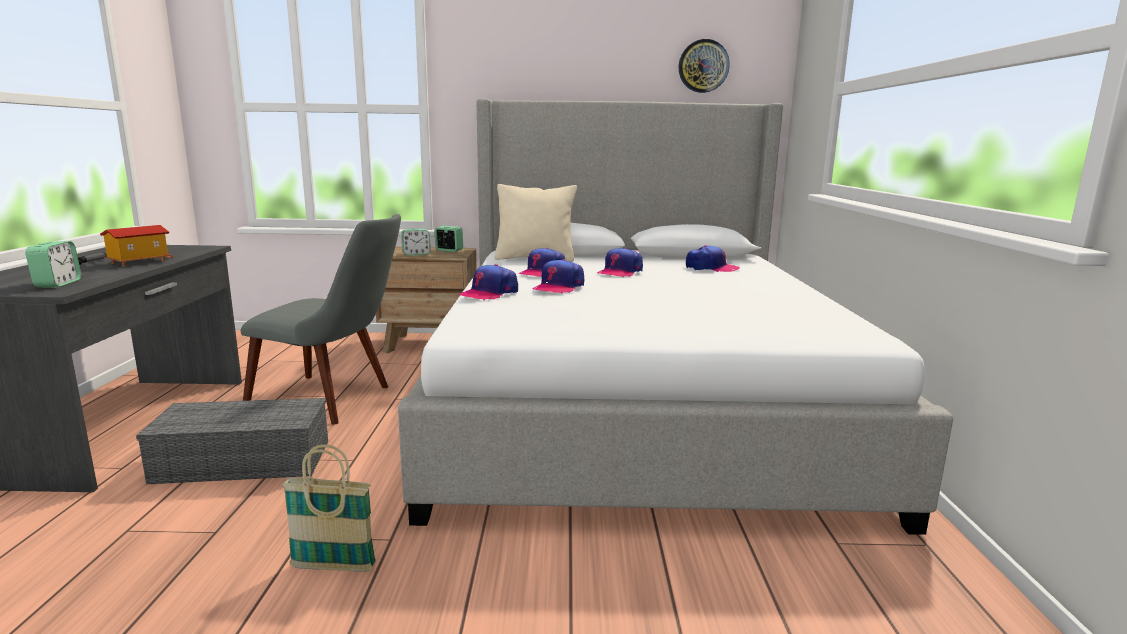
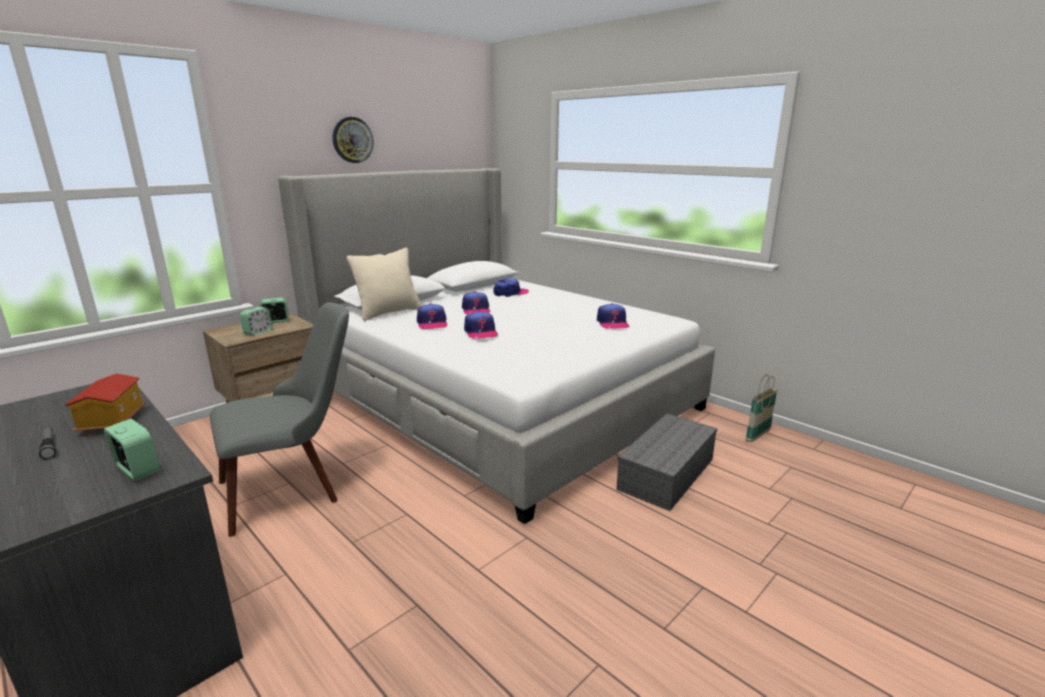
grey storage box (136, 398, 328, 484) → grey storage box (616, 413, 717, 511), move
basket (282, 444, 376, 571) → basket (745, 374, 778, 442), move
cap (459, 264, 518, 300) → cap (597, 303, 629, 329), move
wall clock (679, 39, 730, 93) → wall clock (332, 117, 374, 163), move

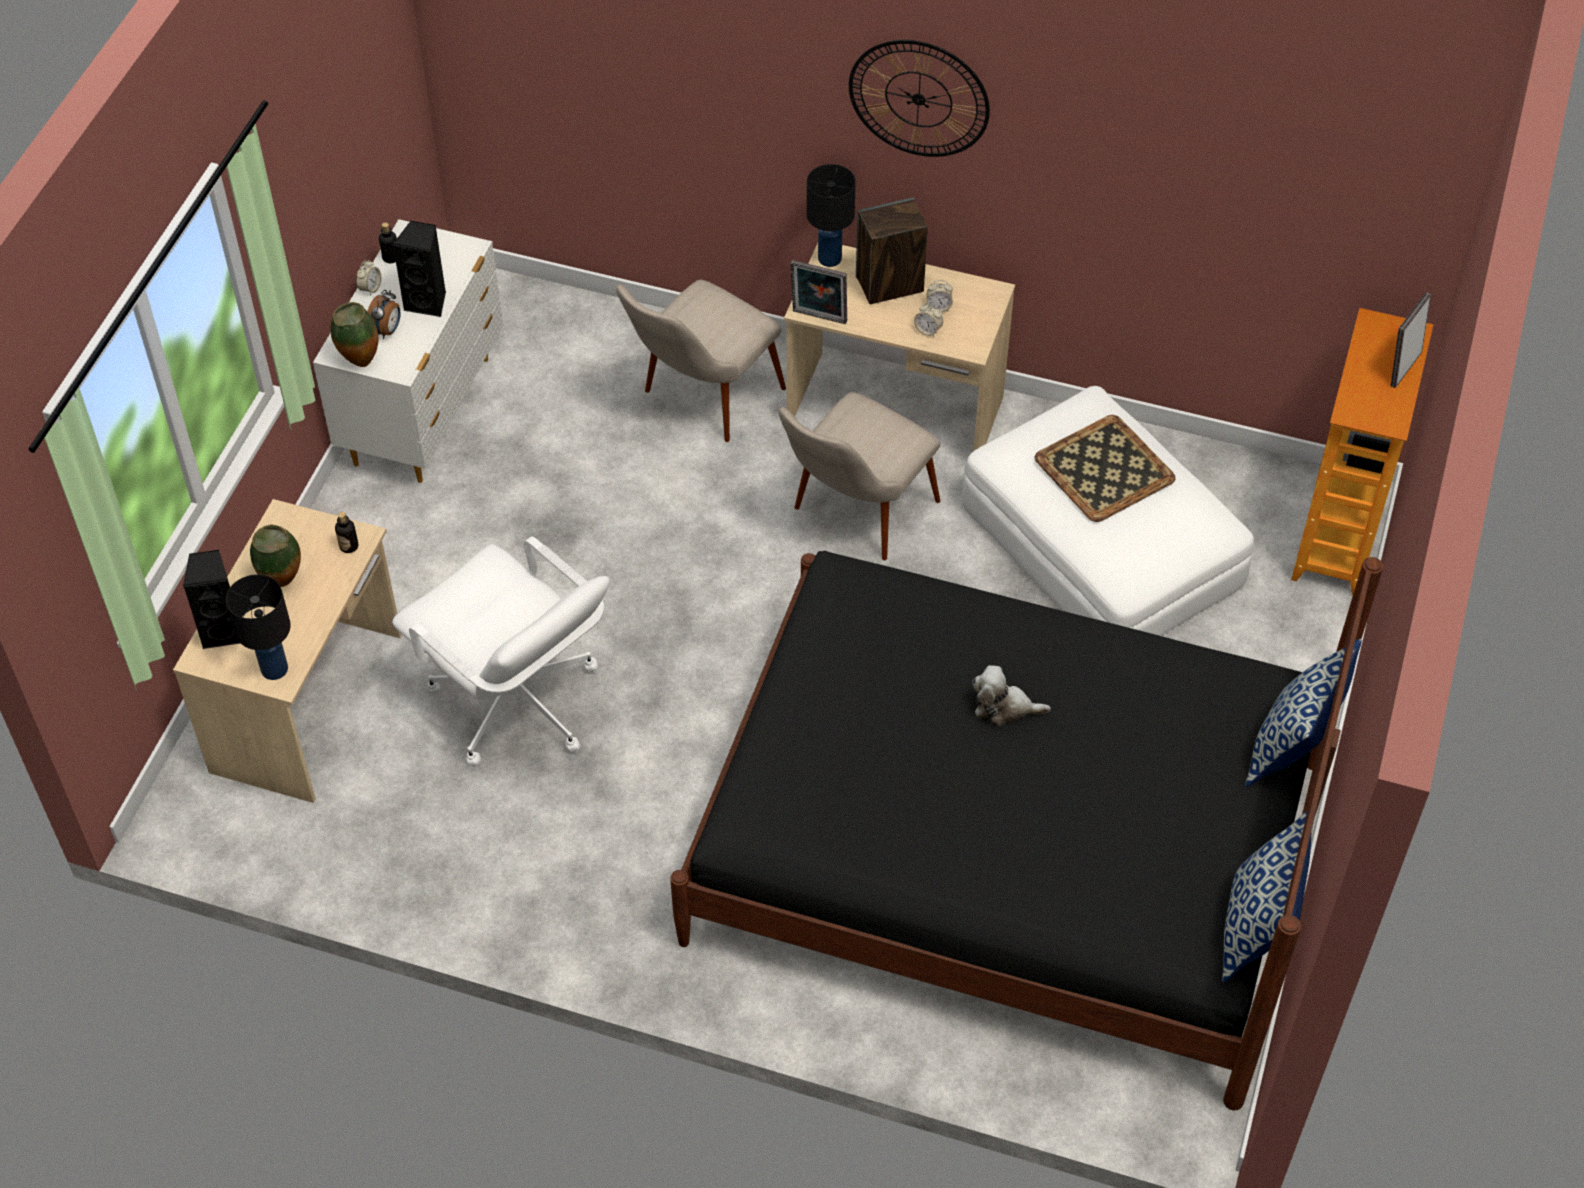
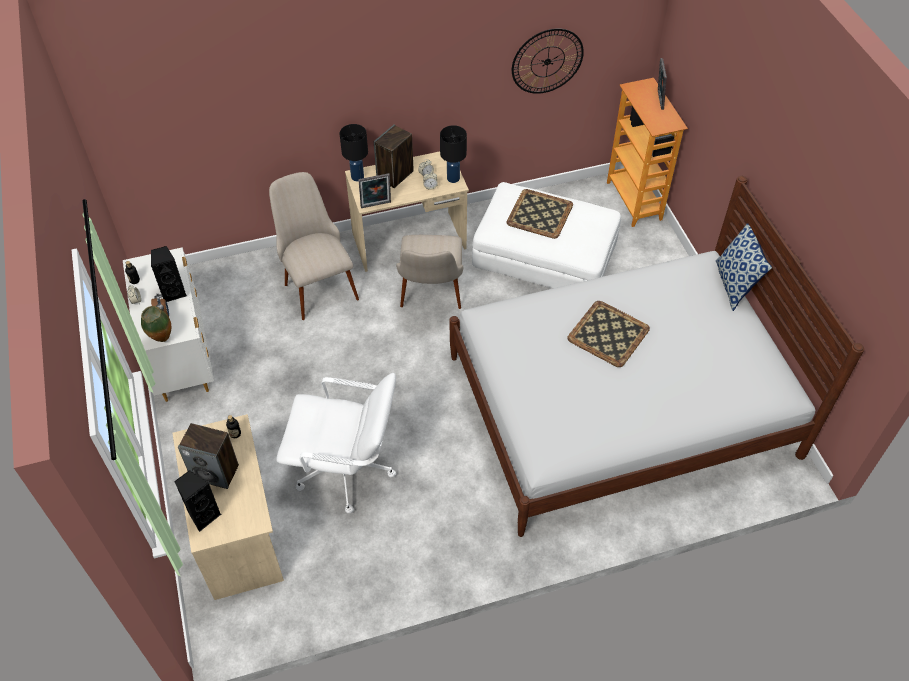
black table lamp (226, 574, 291, 680) → black table lamp (440, 125, 467, 183), move
vase (250, 525, 301, 587) → speaker (178, 423, 239, 489)
beige chair (616, 280, 786, 442) → beige chair (269, 172, 359, 320), 150 degrees clockwise
black bed (670, 551, 1383, 1111) → white bed (450, 176, 864, 537)
wall clock (849, 40, 990, 157) → wall clock (512, 28, 584, 94), move
plush toy (973, 665, 1051, 726) → tray (567, 301, 650, 367)
pillow (1222, 810, 1311, 983) → -

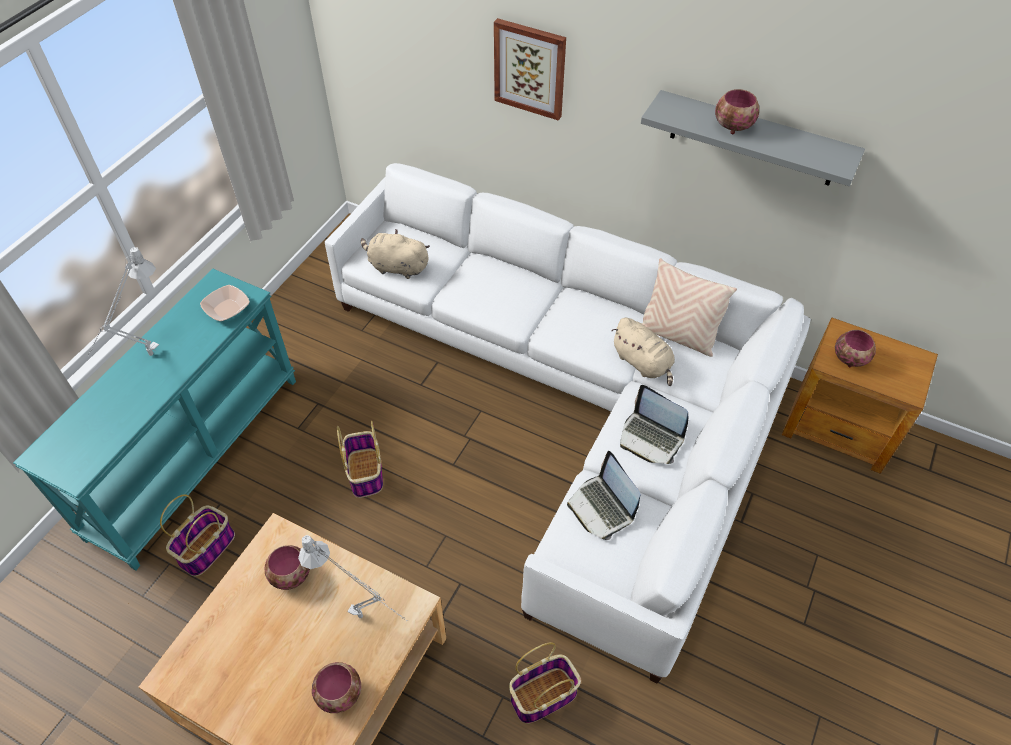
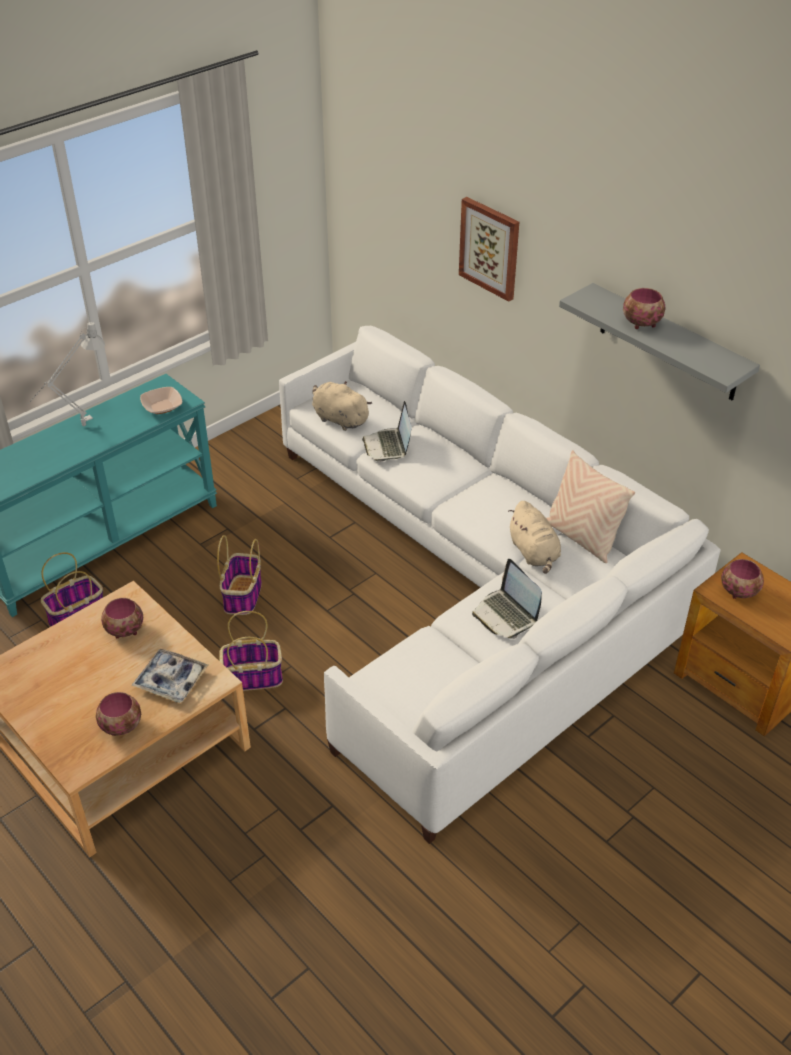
grey table lamp (298, 535, 409, 622) → tray (131, 648, 209, 703)
basket (509, 642, 581, 724) → basket (219, 611, 283, 691), move
laptop (567, 451, 640, 540) → laptop (362, 401, 412, 462), move

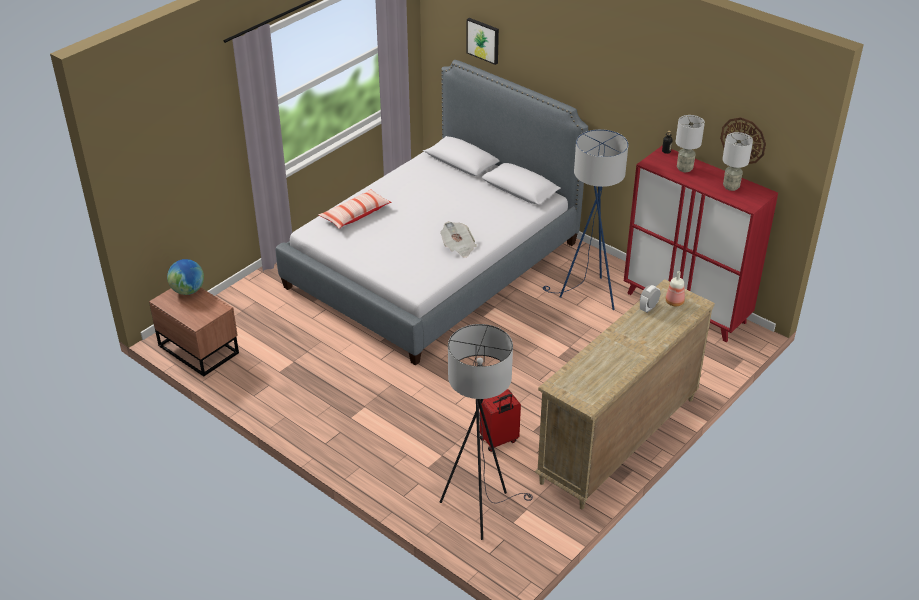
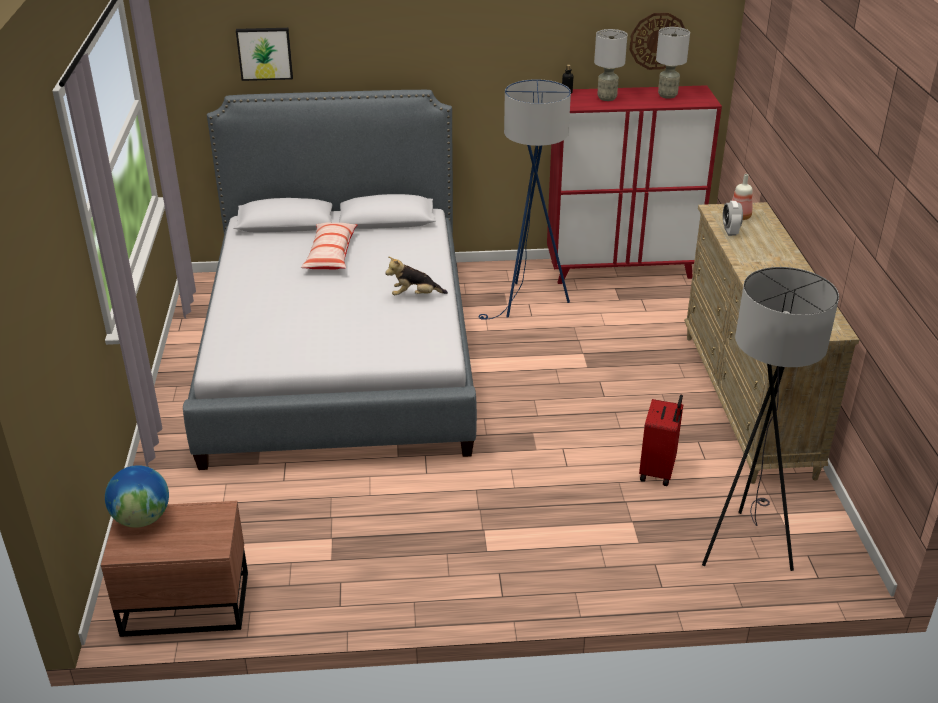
pillow (319, 189, 391, 229) → pillow (301, 223, 357, 270), move
newspaper (440, 221, 477, 258) → plush toy (385, 256, 448, 295)

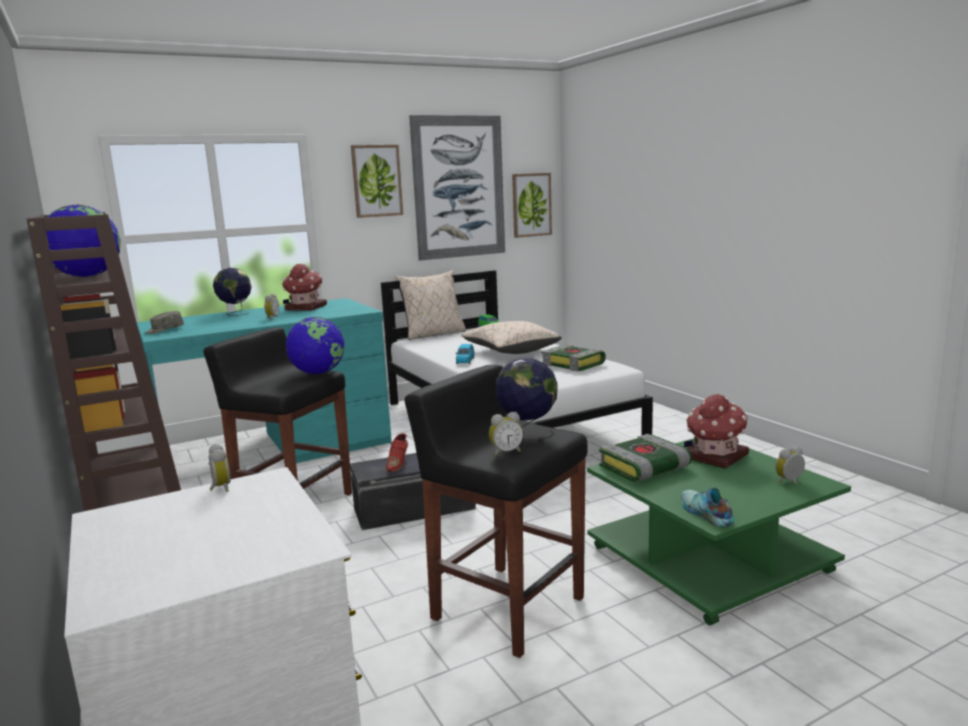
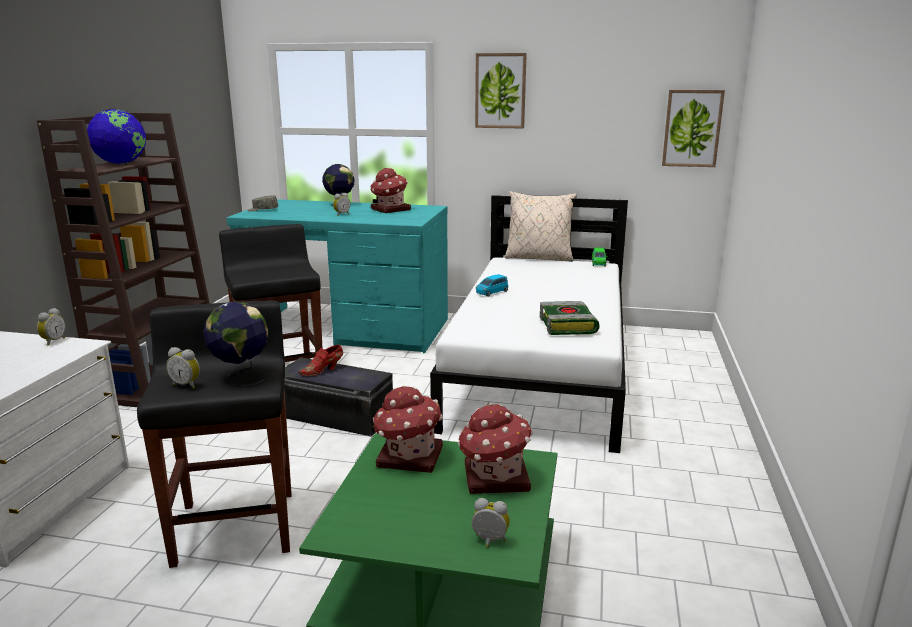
globe (286, 317, 344, 374) → -
picture (409, 115, 505, 261) → -
beige pillow (461, 321, 562, 354) → -
book (599, 434, 692, 482) → toy house (373, 385, 443, 473)
shoe (681, 487, 734, 527) → -

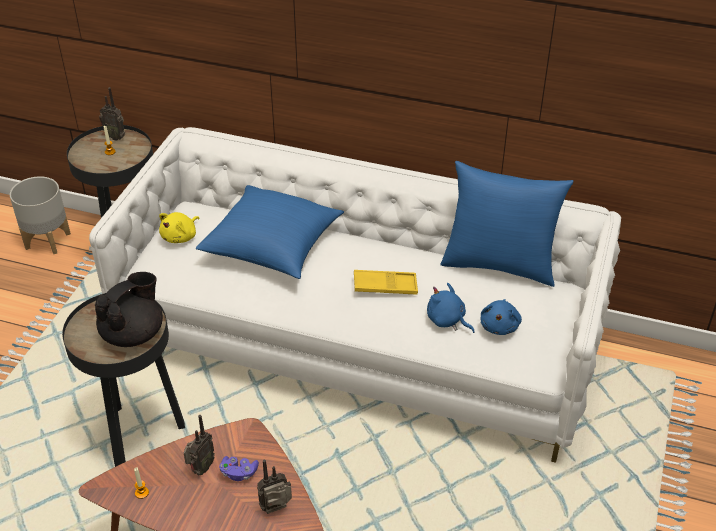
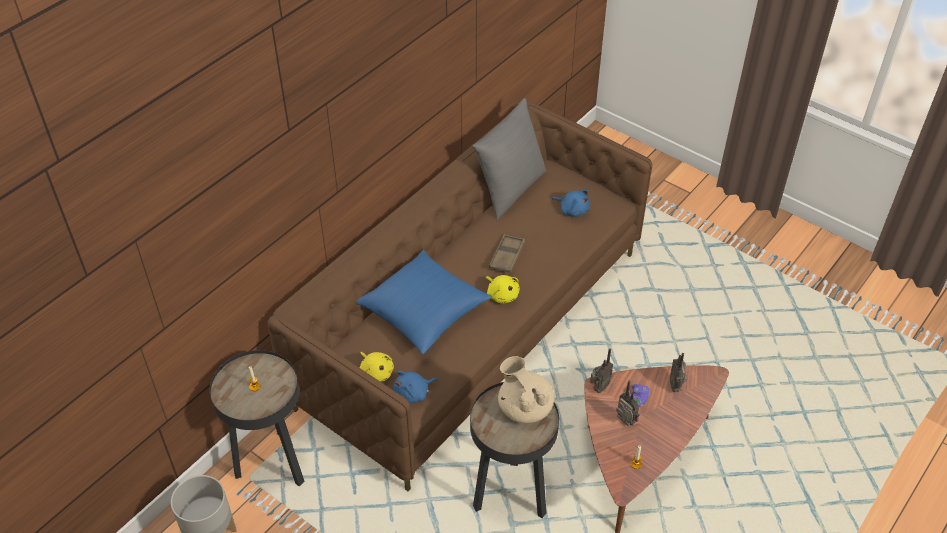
white sofa (89, 127, 621, 463) → brown sofa (267, 102, 652, 491)
black teapot (95, 272, 163, 347) → beige teapot (498, 356, 554, 423)
radio (99, 87, 125, 141) → radio (590, 349, 613, 393), move
yellow tray (354, 270, 418, 295) → brown tray (489, 234, 525, 273)
blue plush toy (427, 283, 475, 333) → blue plush toy (394, 371, 438, 403), move
blue pillow (440, 161, 573, 287) → grey pillow (472, 98, 546, 220)
- → yellow plush toy (486, 275, 520, 304)

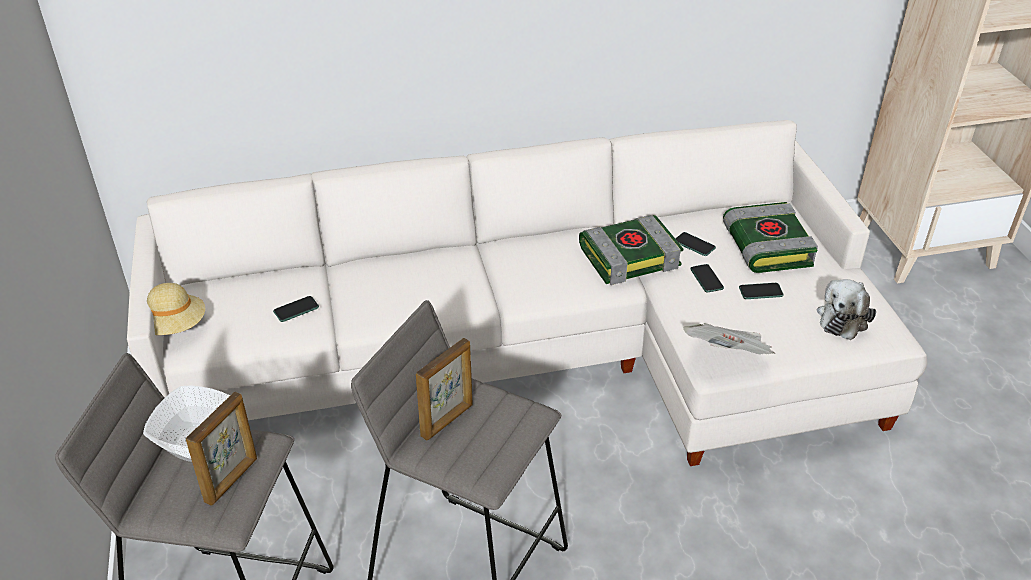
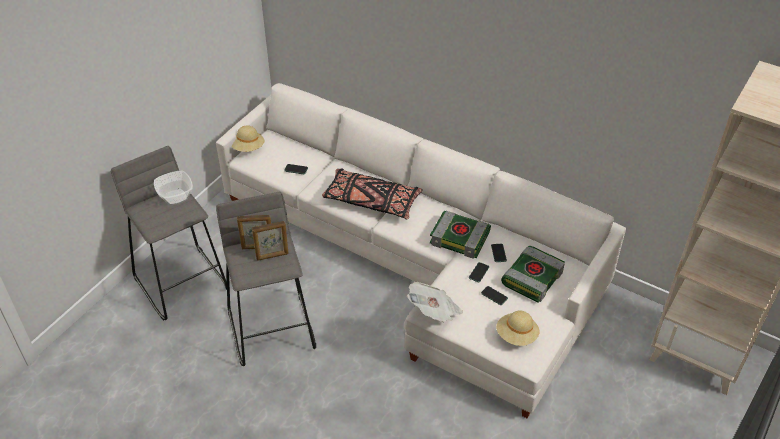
picture frame (186, 392, 257, 506) → picture frame (252, 221, 289, 261), move
plush toy (817, 279, 876, 340) → beige hat (496, 310, 540, 346)
- → black pillow (322, 168, 423, 219)

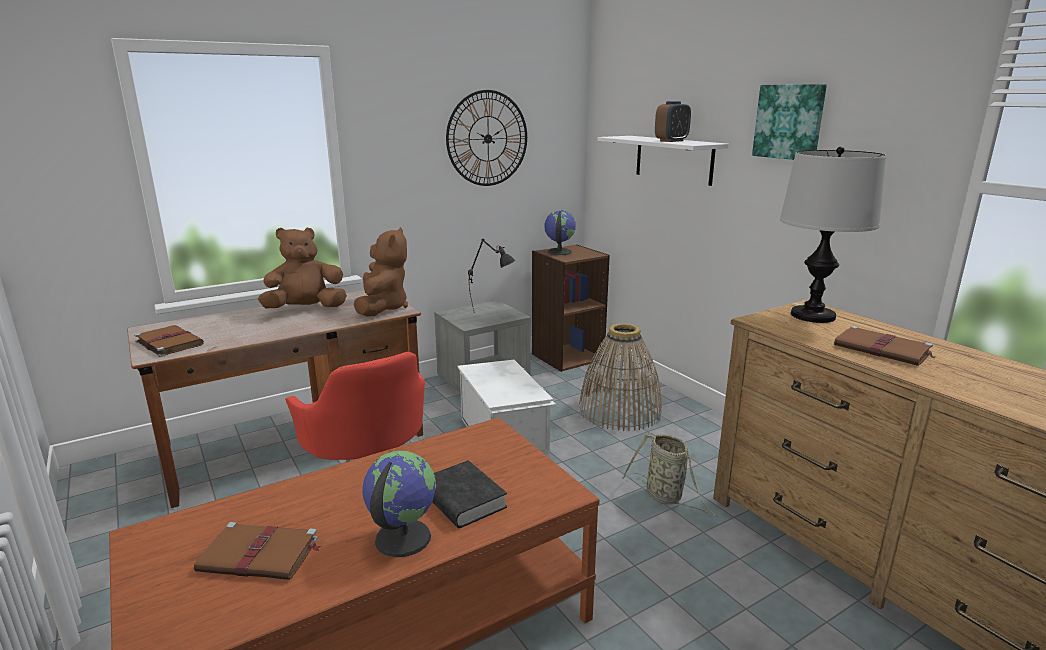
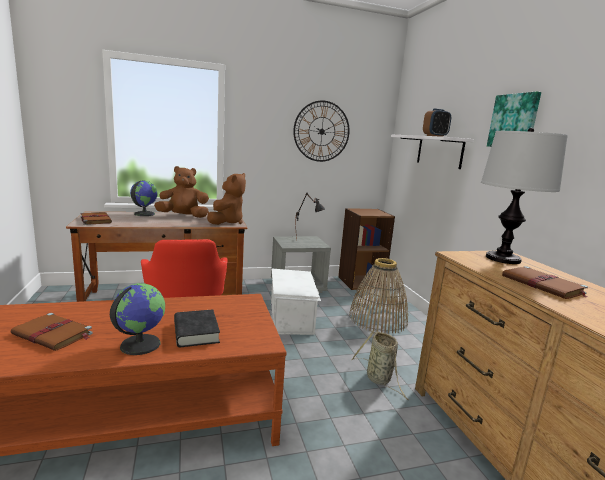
globe (545, 210, 576, 255) → globe (130, 180, 158, 216), move

